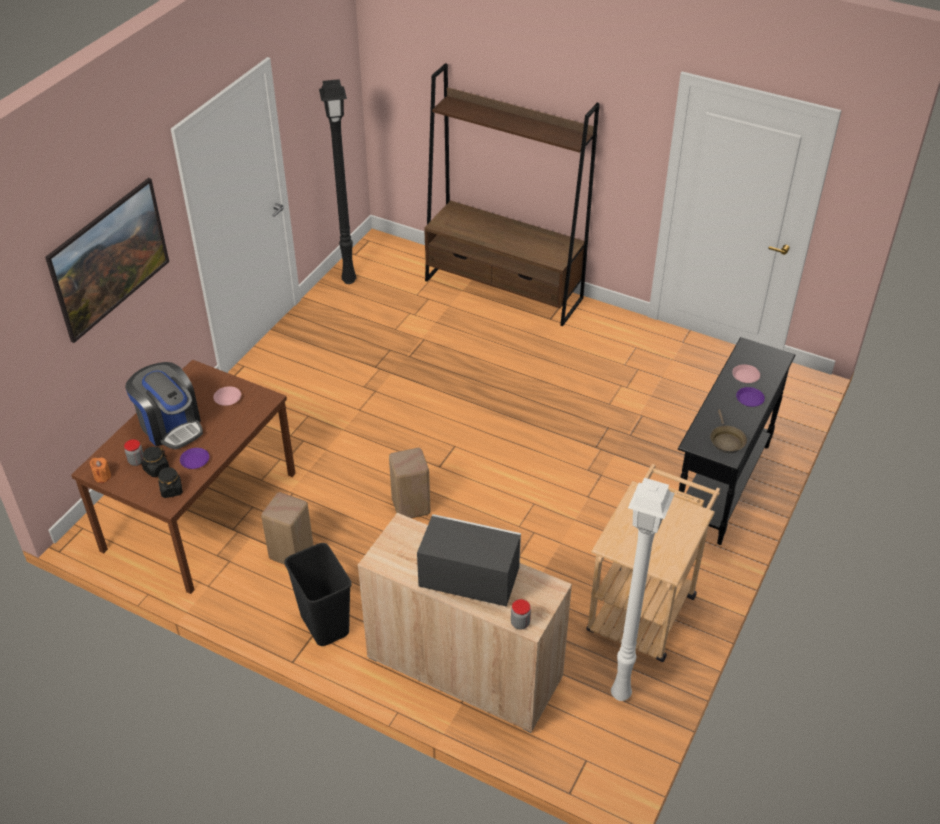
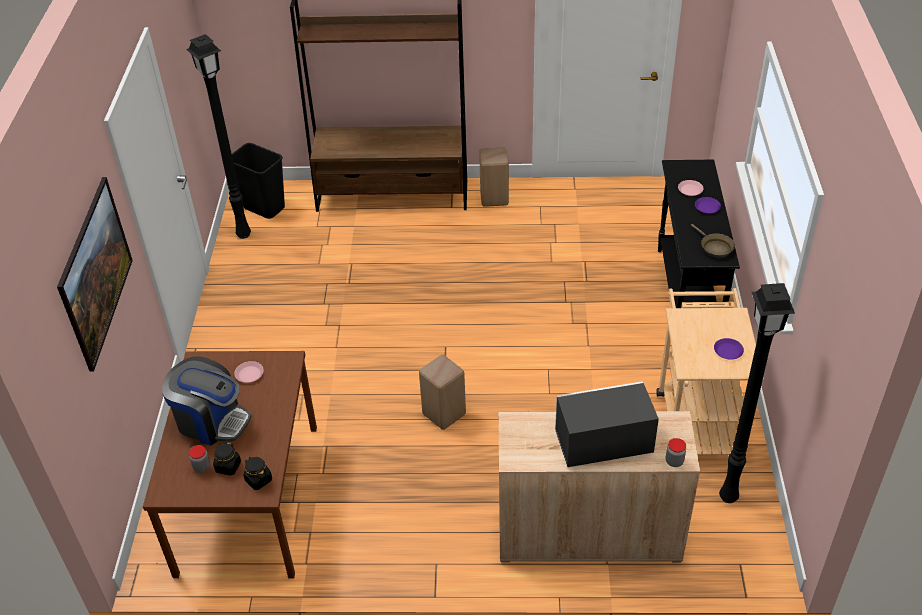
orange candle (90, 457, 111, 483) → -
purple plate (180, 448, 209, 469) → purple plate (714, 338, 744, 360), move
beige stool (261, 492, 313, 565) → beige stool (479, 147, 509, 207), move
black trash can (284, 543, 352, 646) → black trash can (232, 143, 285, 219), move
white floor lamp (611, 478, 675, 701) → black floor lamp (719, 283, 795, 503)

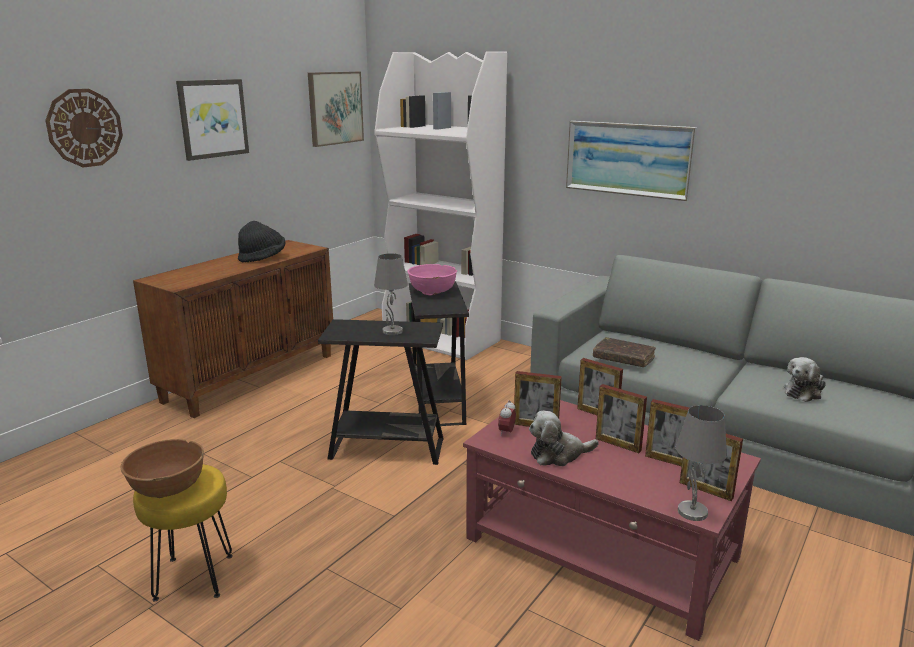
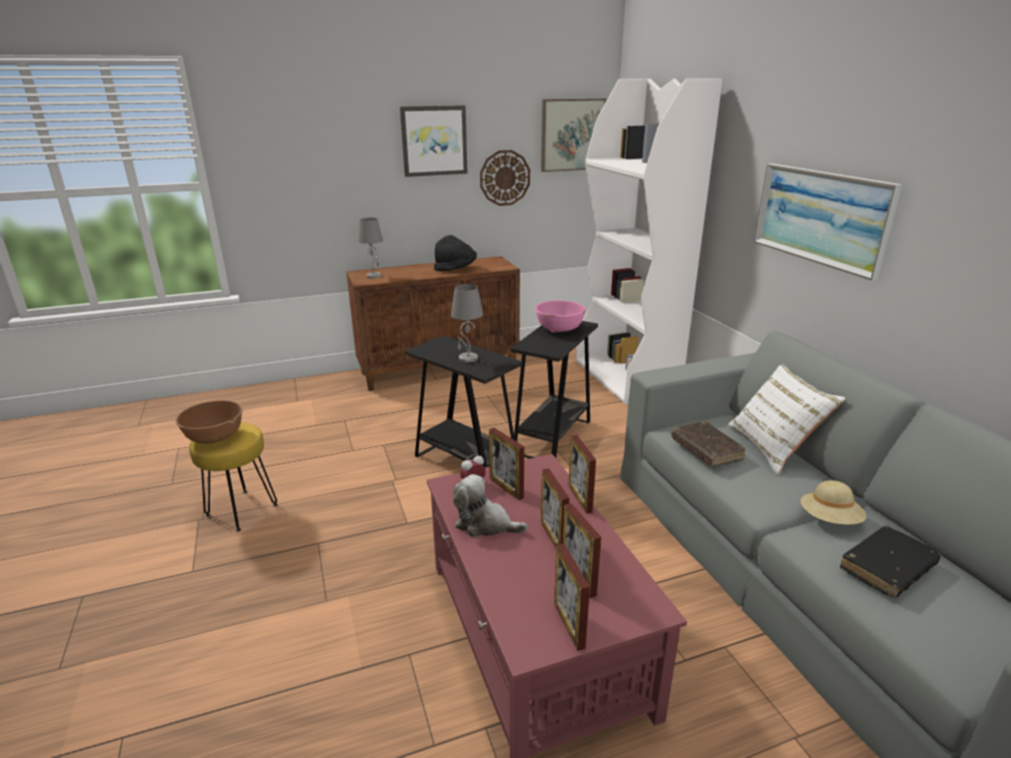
wall clock (45, 89, 123, 167) → wall clock (480, 150, 530, 206), move
grey table lamp (676, 405, 727, 521) → grey table lamp (358, 218, 383, 278), move
plush toy (784, 357, 826, 402) → black book (840, 526, 941, 598)
- → white pillow (728, 364, 846, 475)
- → beige hat (800, 480, 867, 525)

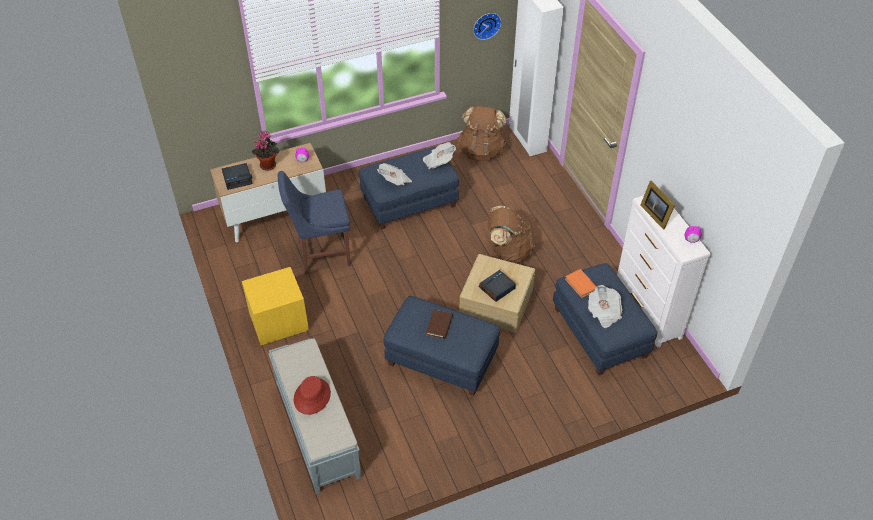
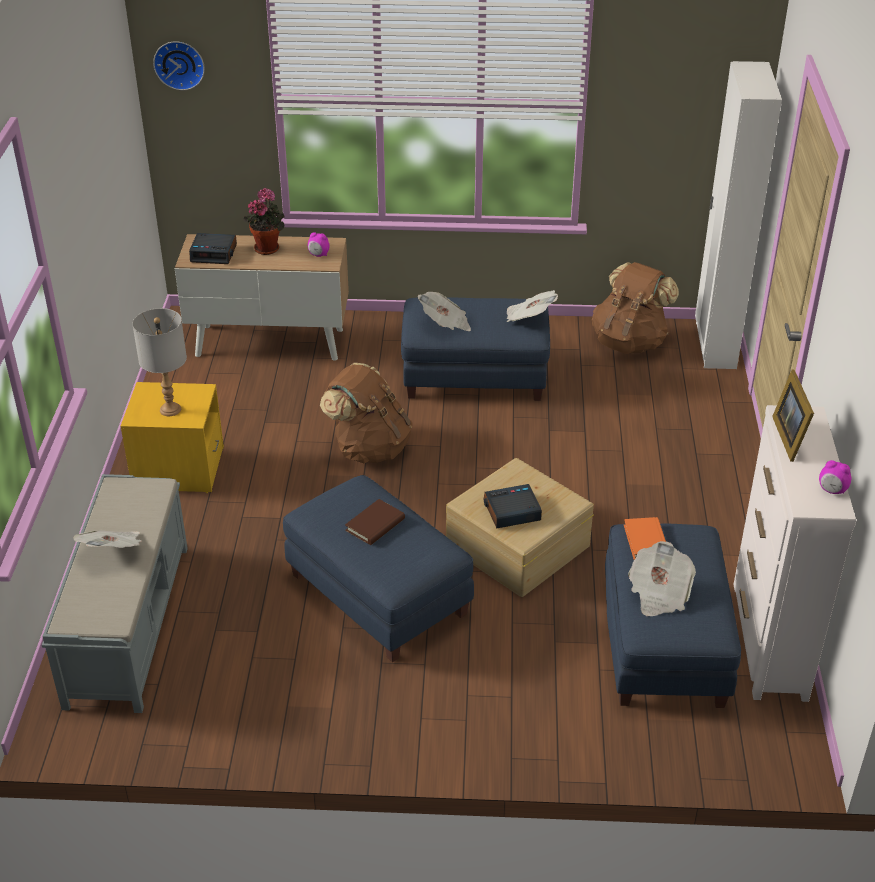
blue chair (278, 171, 351, 274) → -
red hat (294, 376, 331, 415) → newspaper (73, 530, 142, 548)
wall clock (473, 13, 501, 40) → wall clock (153, 41, 205, 90), move
brown backpack (488, 206, 535, 263) → brown backpack (320, 363, 413, 463), move
- → grey table lamp (132, 308, 187, 416)

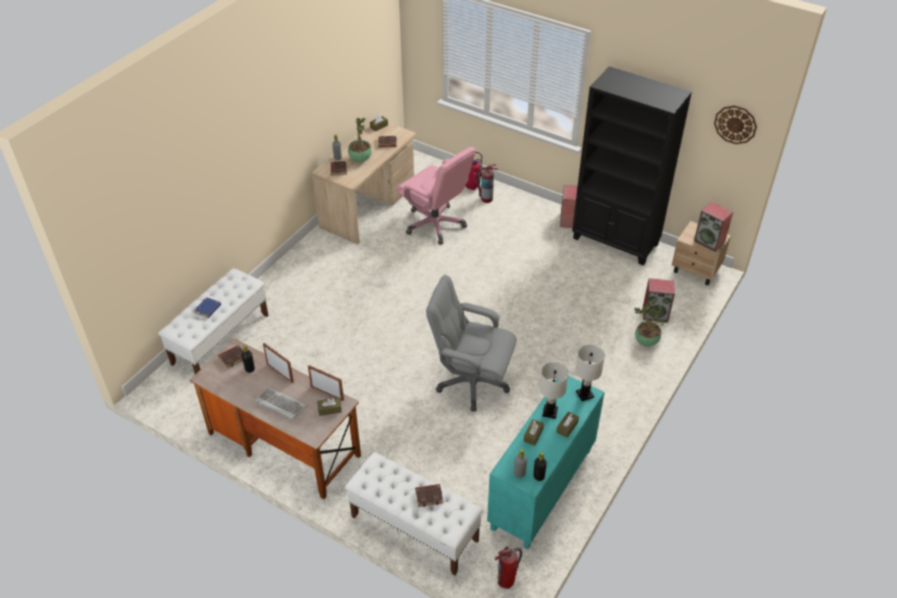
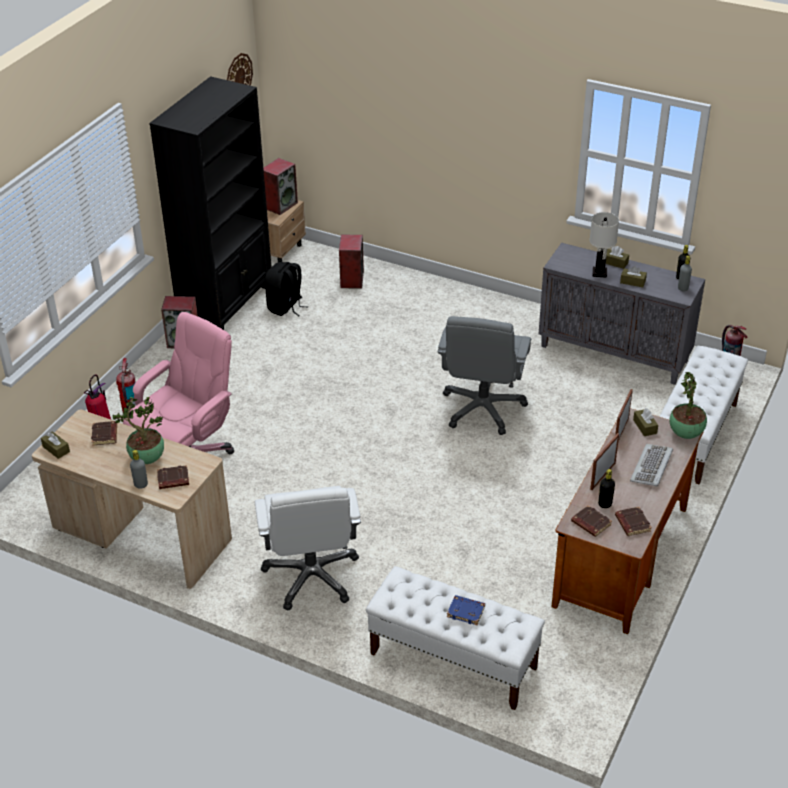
brown book (415, 484, 443, 507) → brown book (615, 507, 652, 536), move
turquoise cabinet (487, 376, 605, 549) → grey cabinet (539, 243, 705, 385)
white table lamp (576, 345, 605, 401) → -
potted plant (634, 301, 666, 347) → potted plant (669, 372, 707, 439), move
- → white office chair (255, 486, 361, 611)
- → black backpack (265, 262, 308, 316)

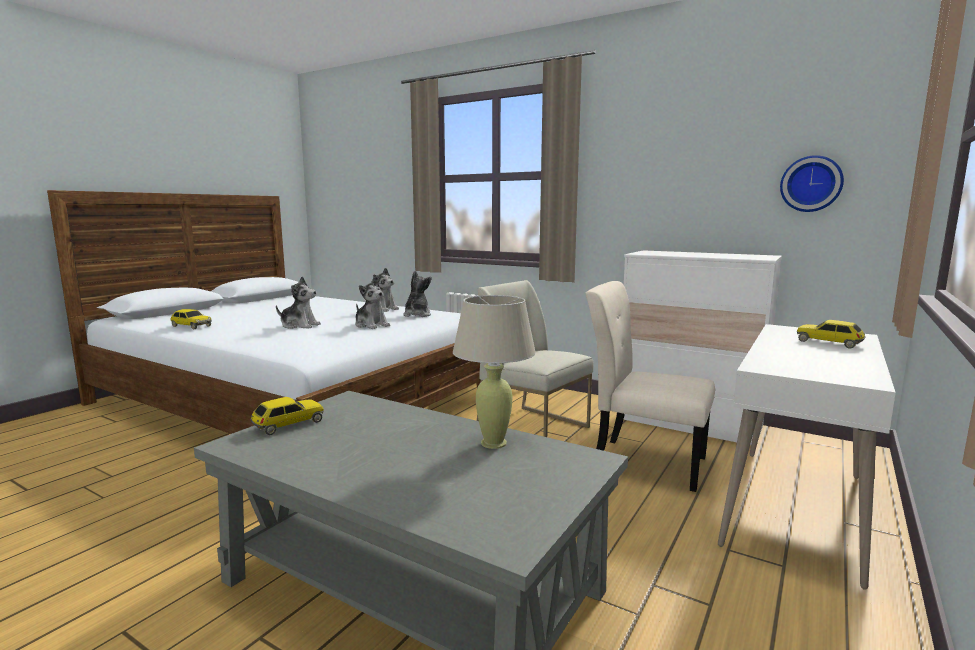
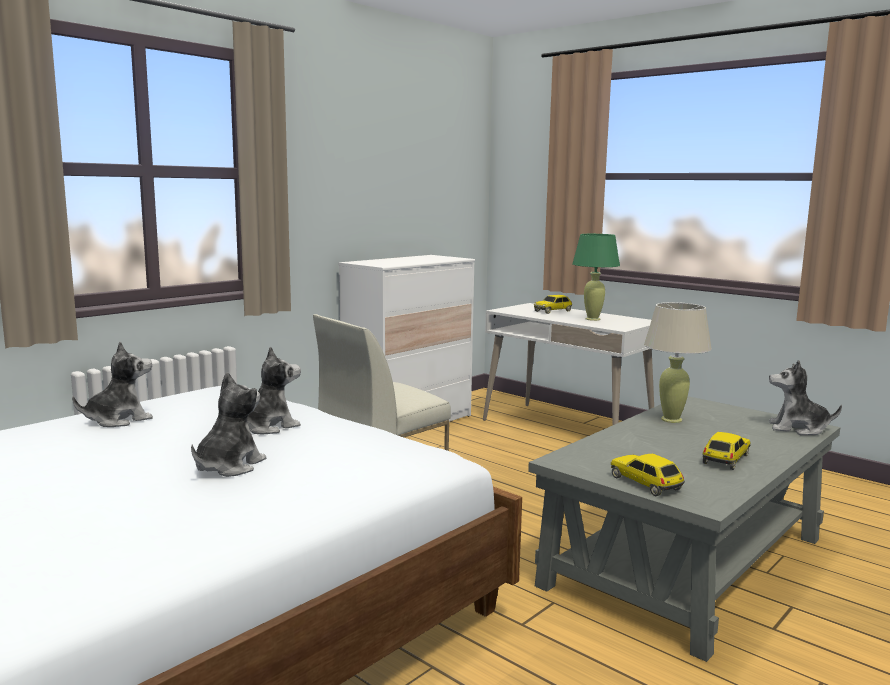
toy car (170, 309, 212, 329) → toy car (702, 432, 751, 470), move
plush toy (403, 271, 432, 317) → plush toy (769, 360, 842, 435), move
beige chair (586, 281, 715, 492) → -
wall clock (780, 155, 844, 212) → -
- → green table lamp (572, 234, 620, 321)

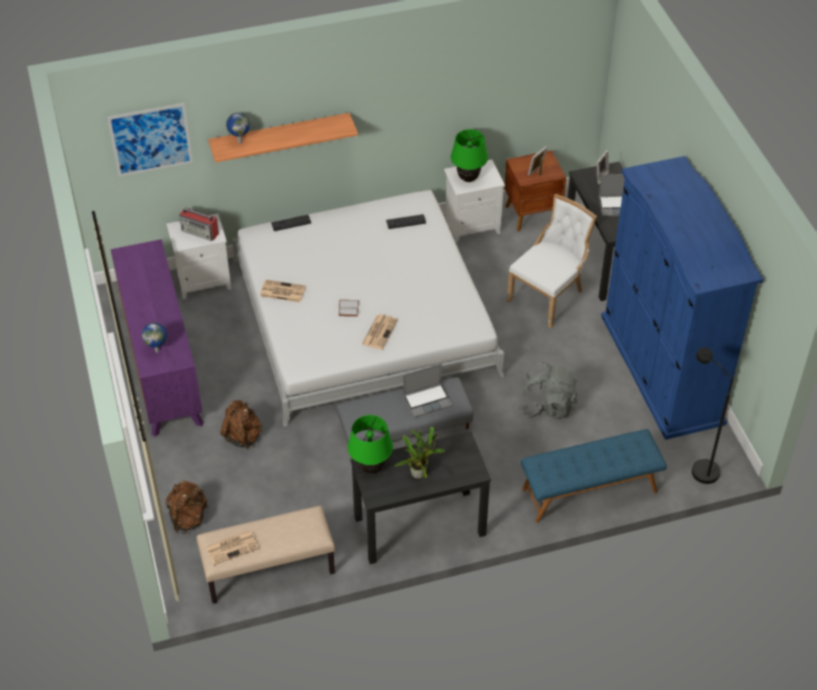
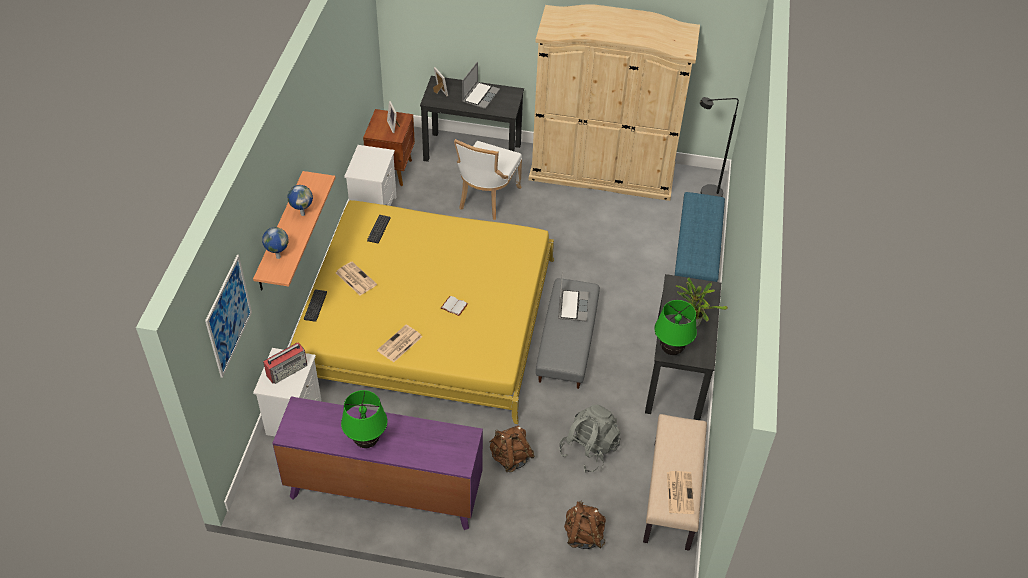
globe (142, 323, 167, 353) → globe (287, 185, 313, 216), move
white bed (232, 190, 505, 427) → yellow bed (290, 200, 554, 424)
newspaper (362, 314, 398, 350) → newspaper (336, 262, 377, 295), move
green table lamp (451, 129, 488, 182) → green table lamp (341, 390, 388, 448), move
white chair (506, 194, 597, 328) → white chair (454, 139, 522, 220), 135 degrees counterclockwise
grey backpack (518, 362, 577, 419) → grey backpack (559, 404, 621, 472), move
blue wardrobe (601, 156, 763, 440) → beige wardrobe (529, 4, 700, 201)

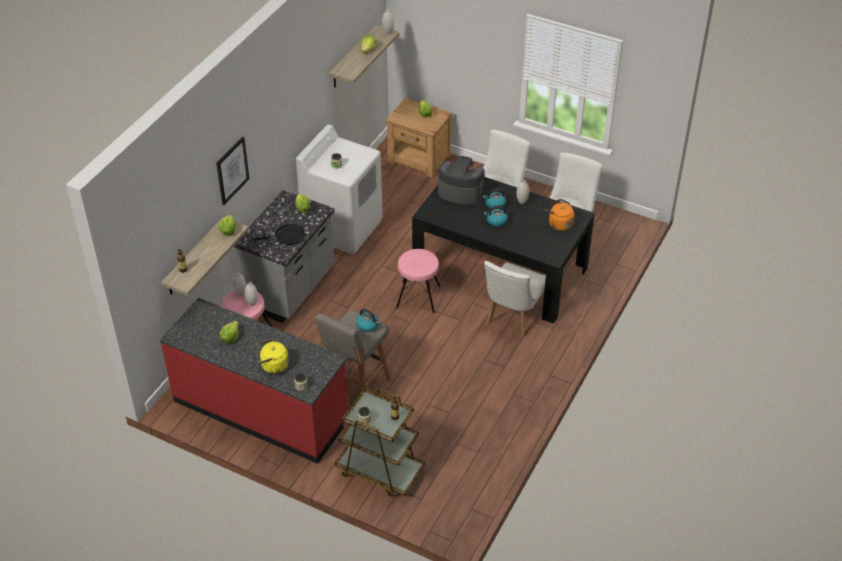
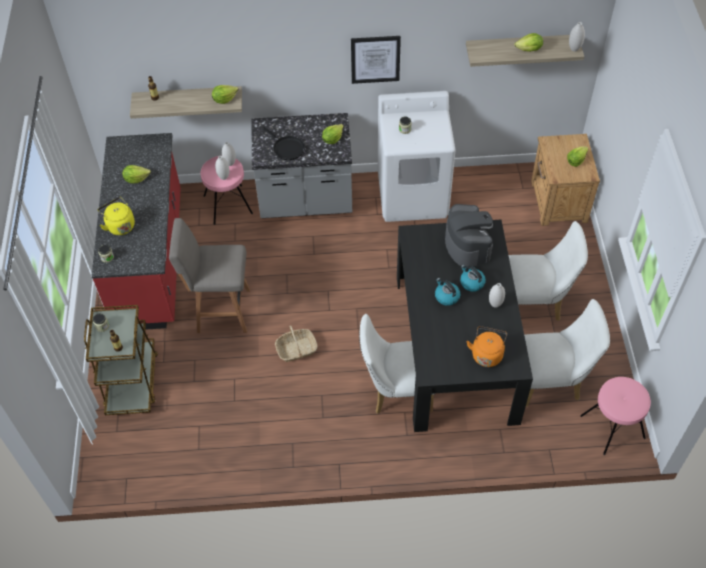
picture (216, 136, 249, 205) → picture (351, 36, 401, 84), move
kettle (356, 309, 380, 332) → -
pink stool (396, 249, 441, 314) → pink stool (580, 377, 651, 455), move
- → basket (275, 325, 318, 362)

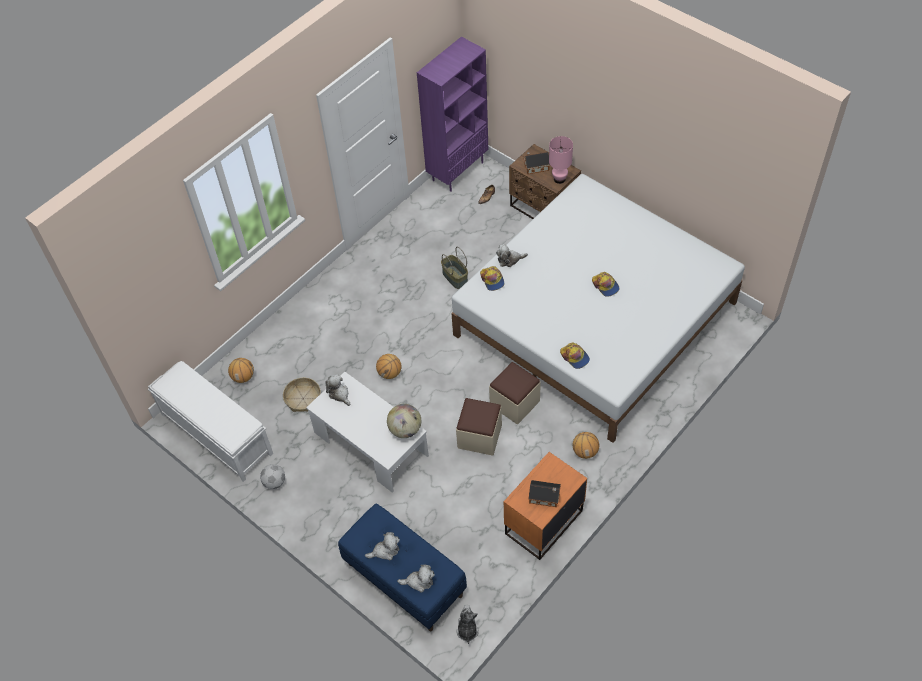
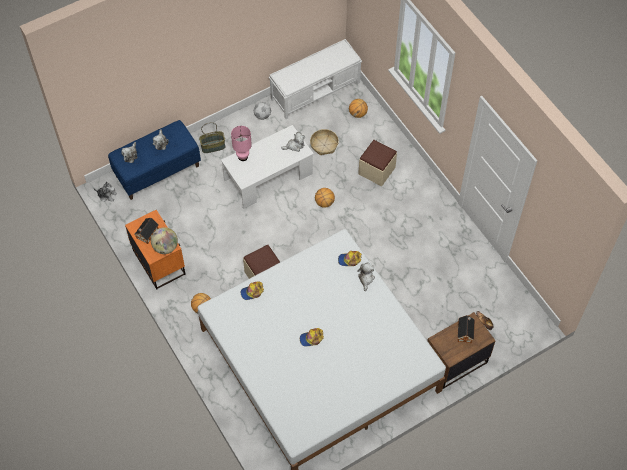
globe (387, 404, 421, 438) → globe (151, 227, 178, 254), move
purple bookcase (417, 37, 488, 192) → -
basket (441, 247, 468, 289) → basket (199, 122, 225, 153), move
beige ottoman (456, 398, 502, 456) → beige ottoman (358, 140, 397, 186), move
pink table lamp (549, 136, 573, 184) → pink table lamp (231, 126, 252, 161), move

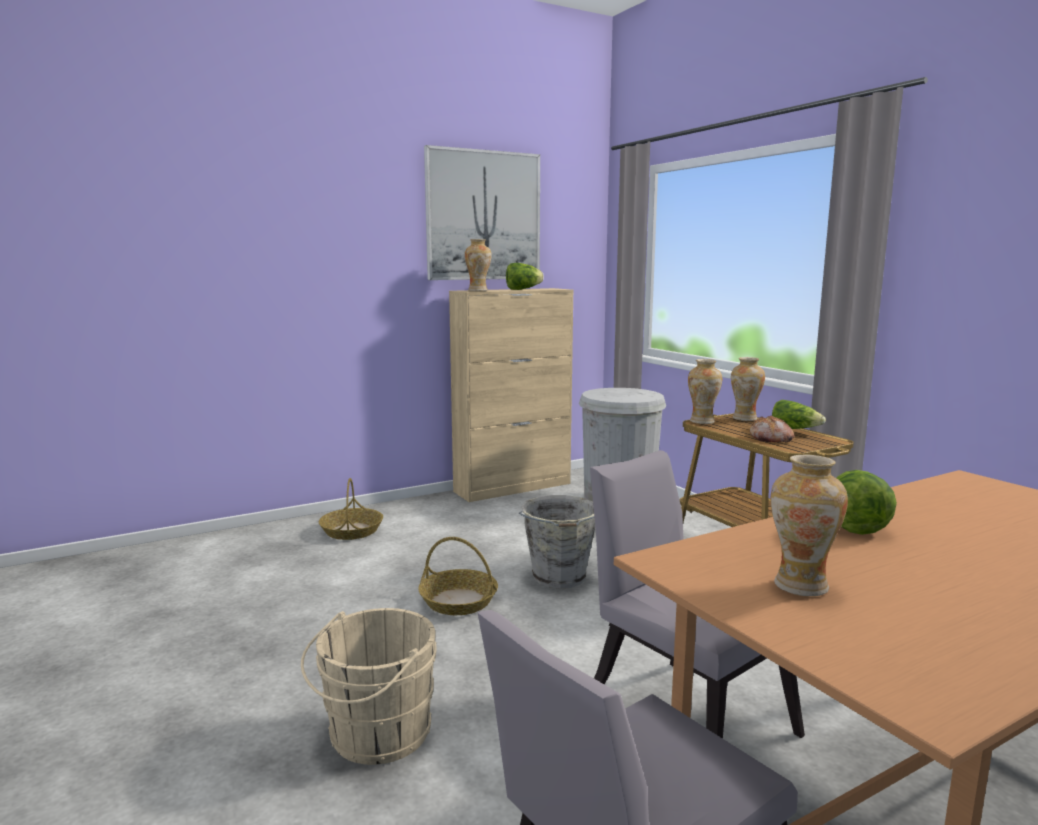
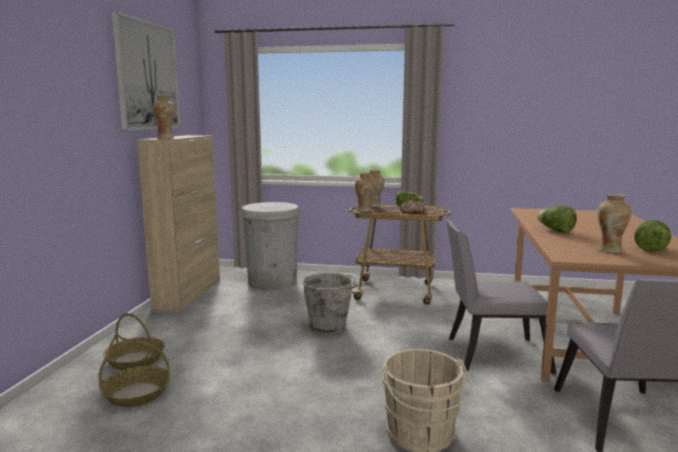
basket (418, 537, 498, 615) → basket (99, 341, 170, 407), move
lettuce (506, 263, 544, 290) → lettuce (634, 220, 671, 252), move

